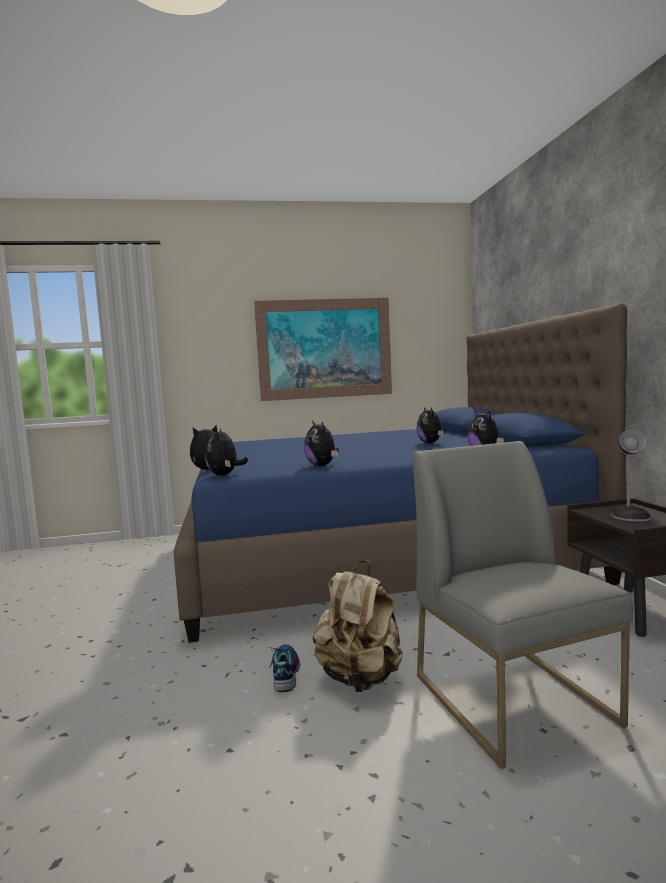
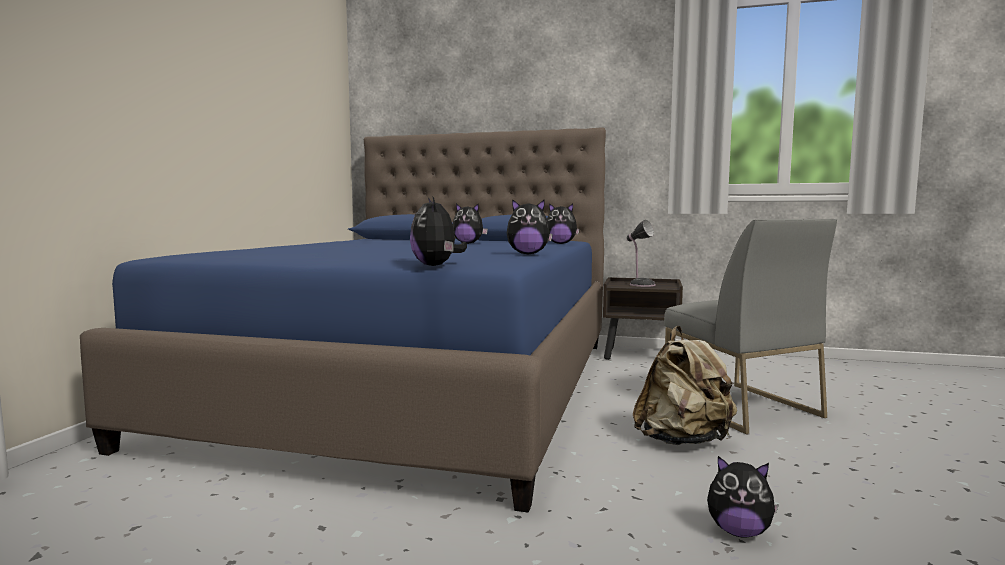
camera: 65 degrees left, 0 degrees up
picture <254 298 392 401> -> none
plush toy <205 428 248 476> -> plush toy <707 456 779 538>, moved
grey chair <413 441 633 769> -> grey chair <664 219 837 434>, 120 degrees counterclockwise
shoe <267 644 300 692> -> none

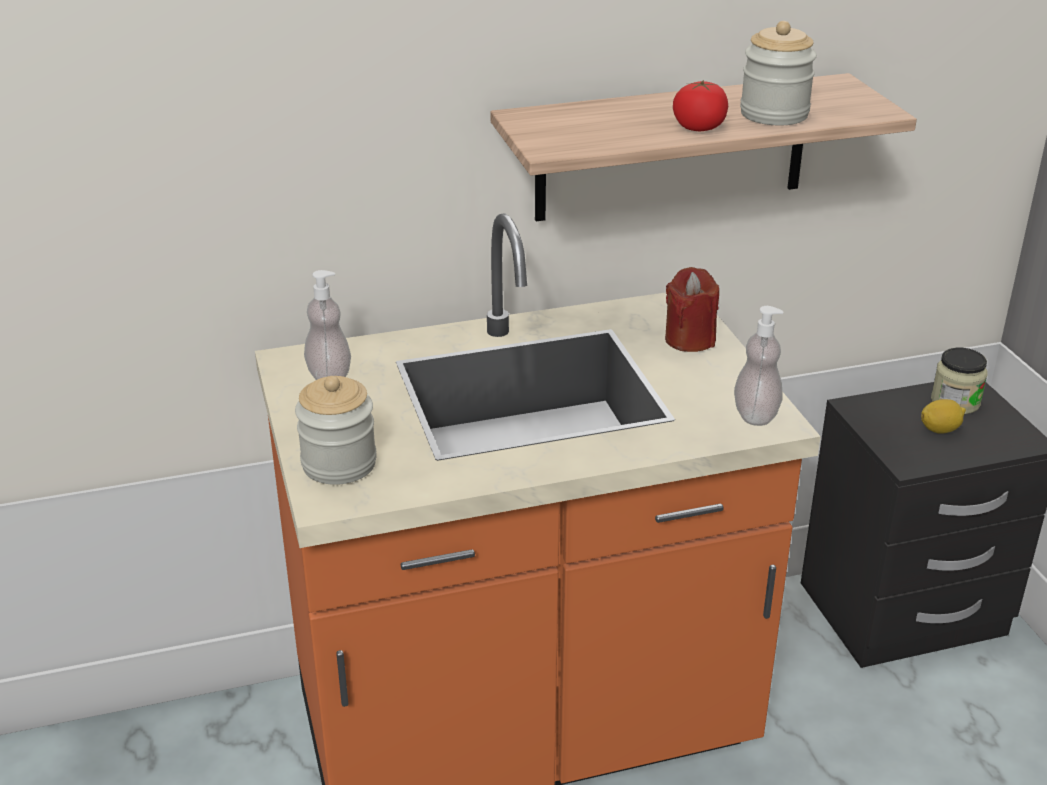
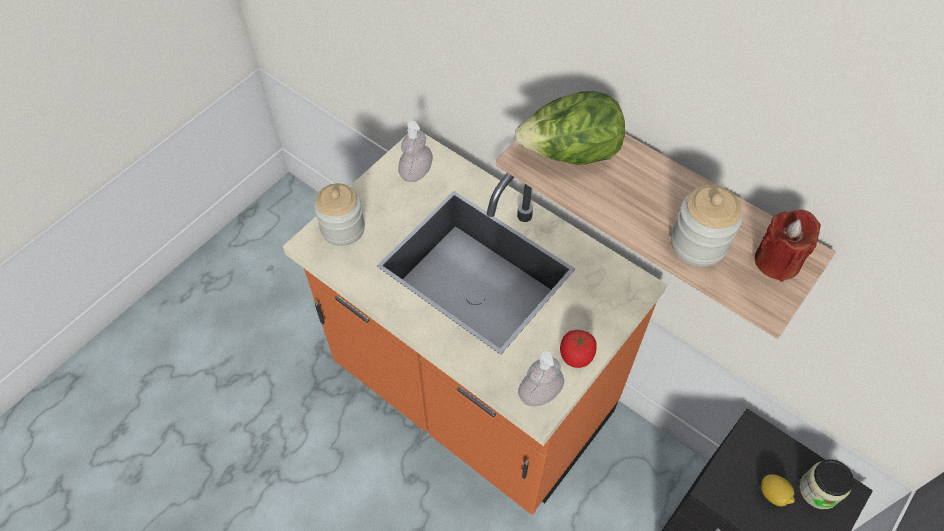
camera: 55 degrees right, 25 degrees up
tomato <673 80 728 131> -> tomato <560 330 597 368>, moved
red candle <665 267 719 352> -> red candle <755 210 821 282>, moved
none -> lettuce <514 91 625 165>

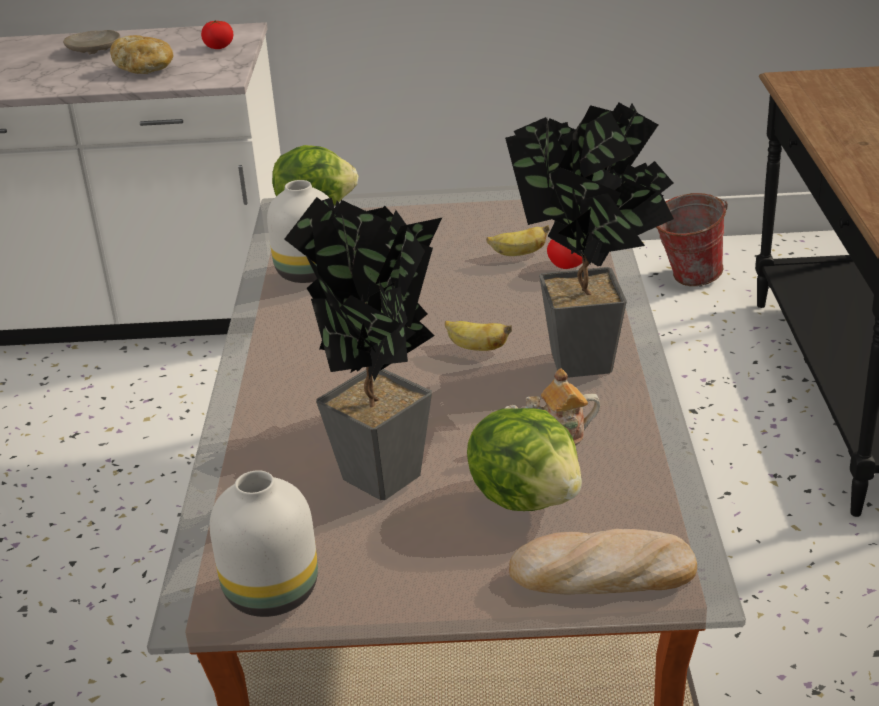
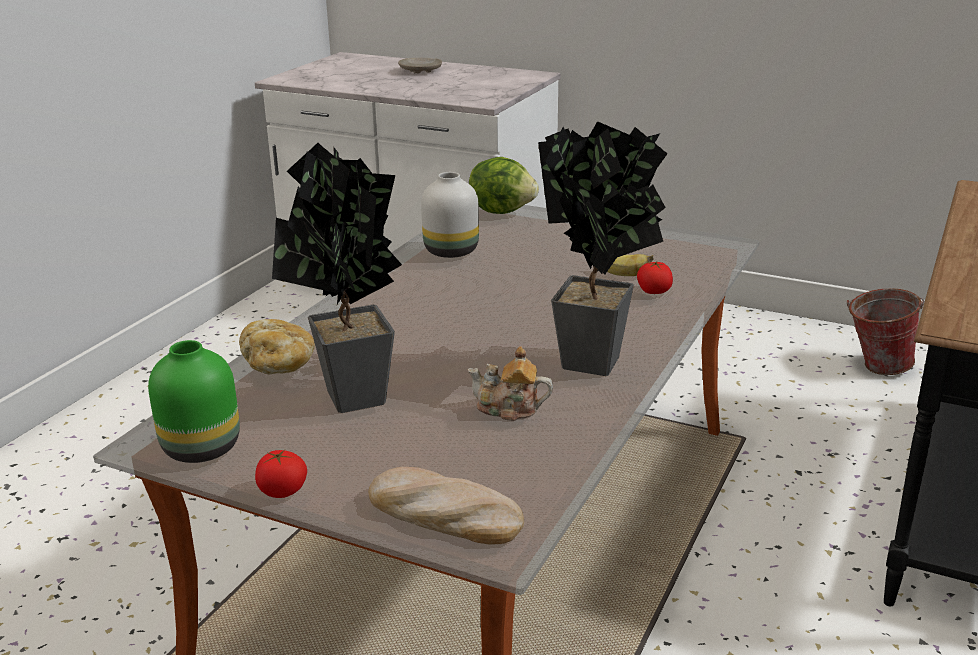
camera: 25 degrees right, 5 degrees down
tomato <201 20 233 49> -> tomato <255 450 307 498>, moved
bread <110 35 173 74> -> bread <239 319 315 374>, moved
banana <445 320 512 351> -> none
lettuce <467 408 582 511> -> none
white vase <210 470 318 617> -> green vase <148 340 240 463>

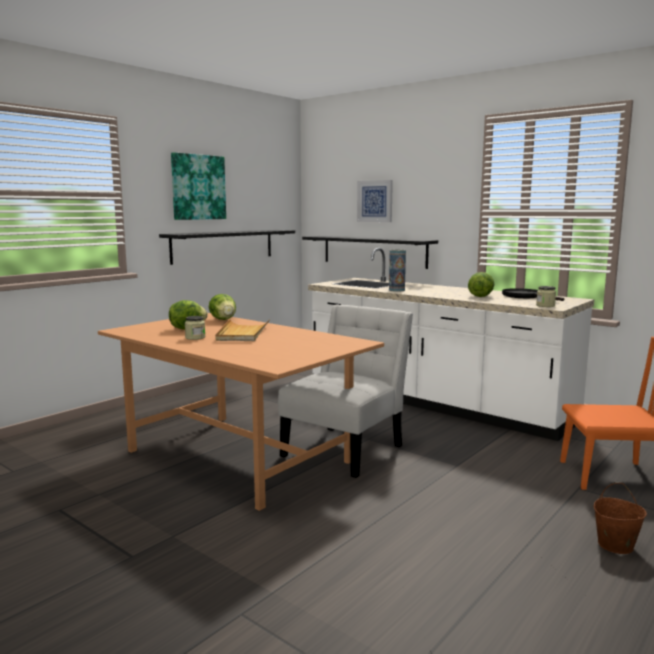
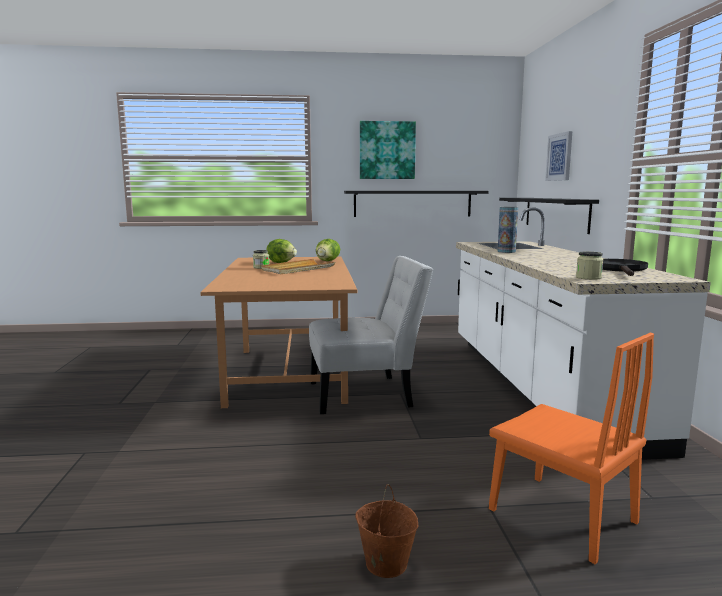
camera: 45 degrees right, 0 degrees up
lettuce <468 272 494 297> -> none

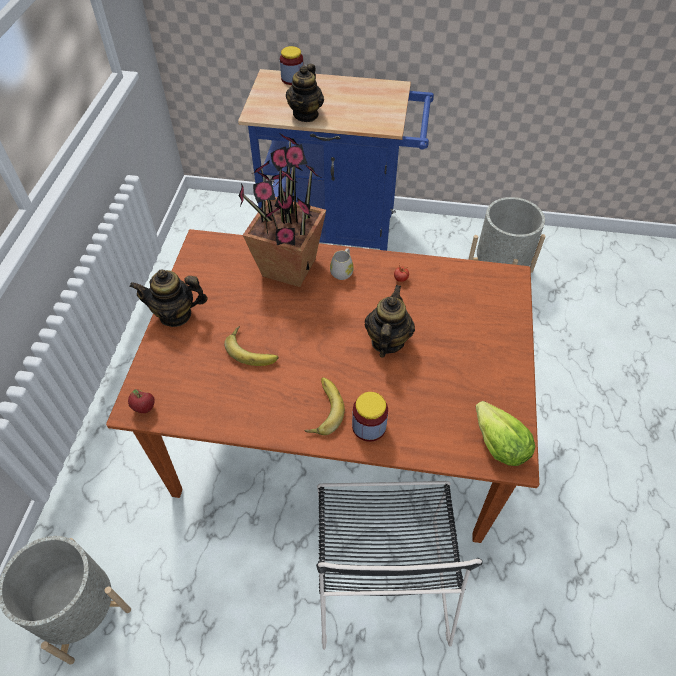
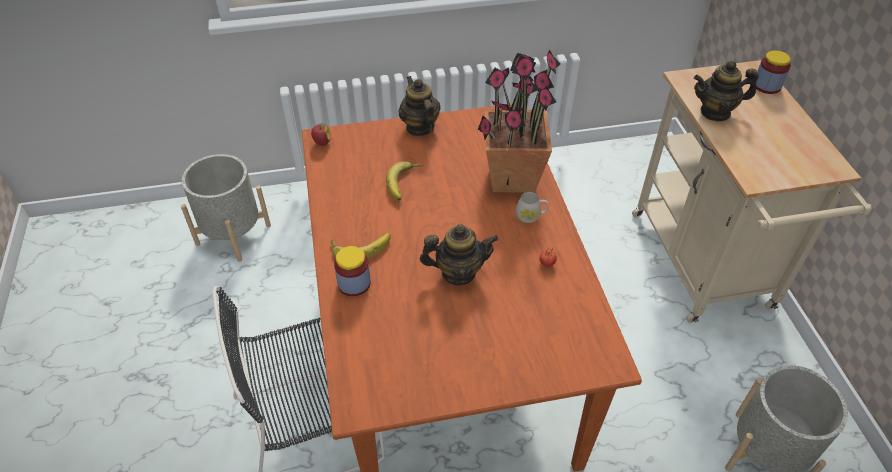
camera: 70 degrees right, 5 degrees down
blue cart <238 69 434 251> -> beige cart <632 60 872 323>
lettuce <476 401 536 466> -> none

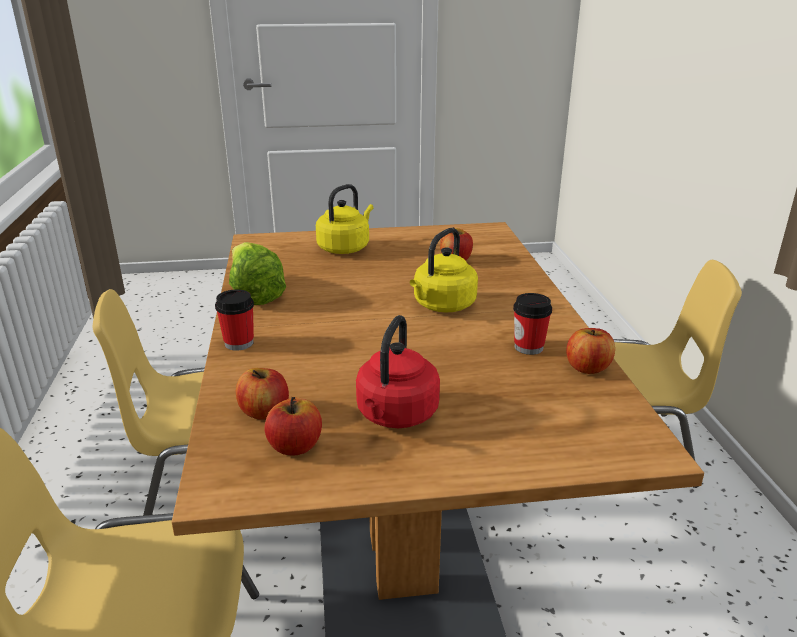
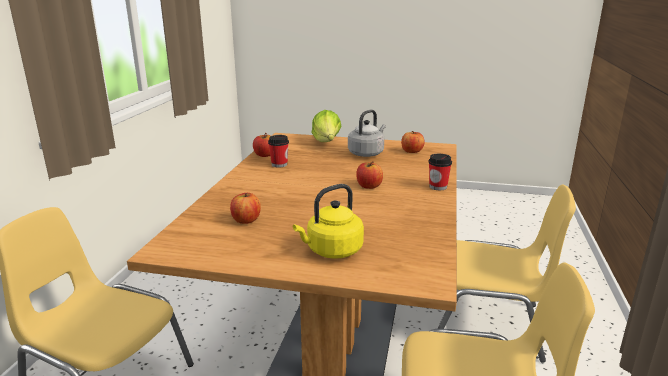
camera: 160 degrees left, 5 degrees down
yellow kettle <410 228 478 312> -> none
lettuce <229 242 286 305> -> lettuce <312 110 342 142>, moved
red kettle <356 315 440 428> -> grey kettle <348 109 386 157>
apple <236 368 289 420> -> apple <356 161 383 189>, moved

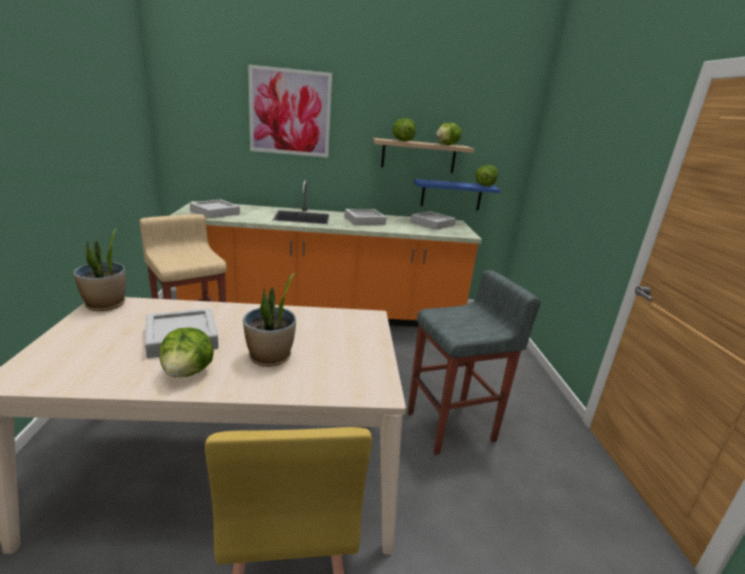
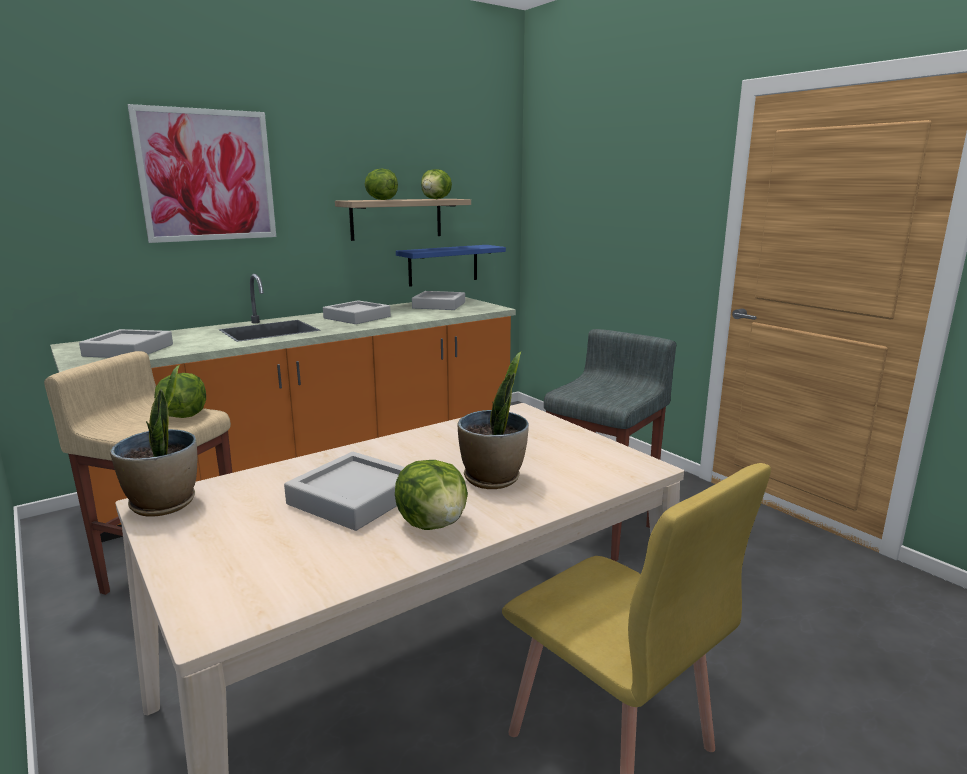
camera: 30 degrees left, 5 degrees down
lettuce <475 165 498 186> -> lettuce <154 373 206 418>, moved

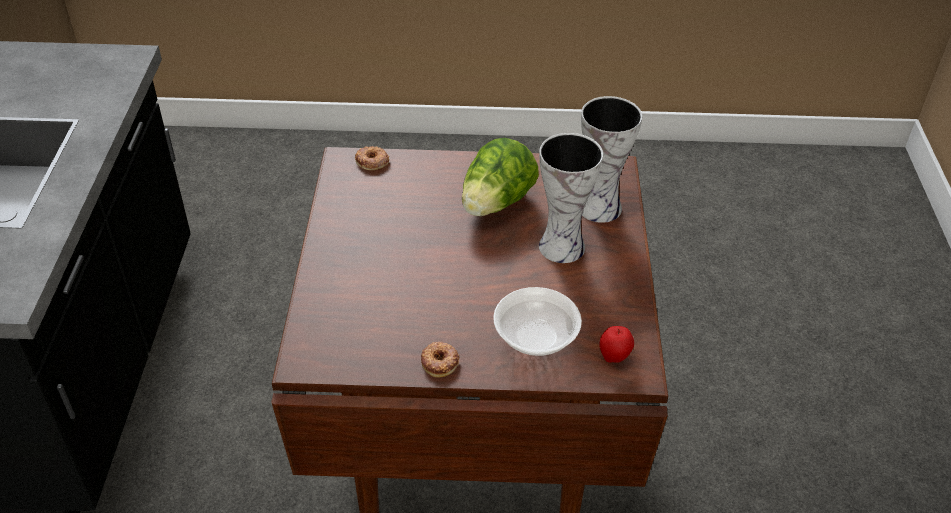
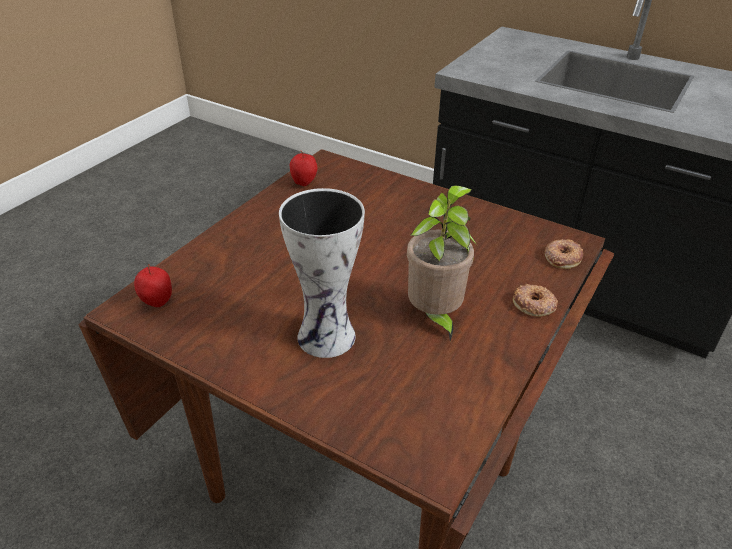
camera: 120 degrees right, 5 degrees down
vase <581 96 642 223> -> none
lettuce <462 138 539 216> -> potted plant <407 185 477 341>
bowl <493 287 582 356> -> none
donut <421 342 459 377> -> donut <513 283 558 317>, moved
none -> apple <290 150 317 186>

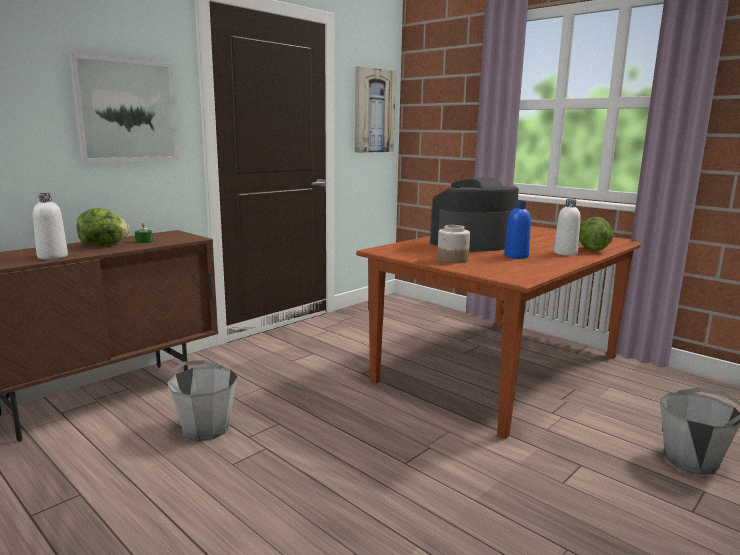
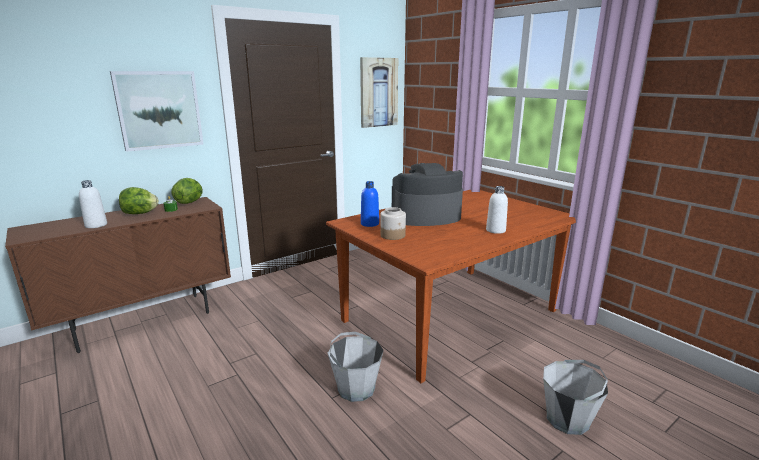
camera: 10 degrees right, 5 degrees up
blue bottle <504 201 531 259> -> blue bottle <361 181 379 227>, moved
lettuce <579 217 614 251> -> lettuce <171 178 203 204>, moved
grey bucket <167 360 237 441> -> grey bucket <328 332 384 402>, moved

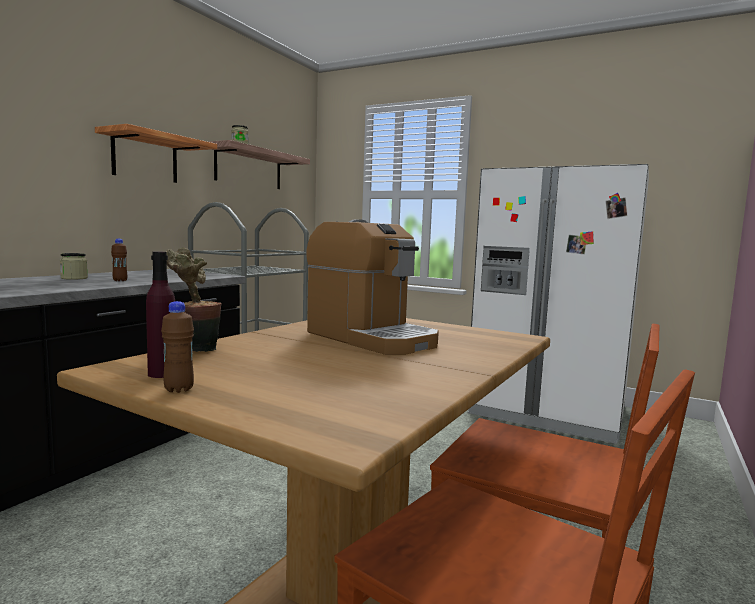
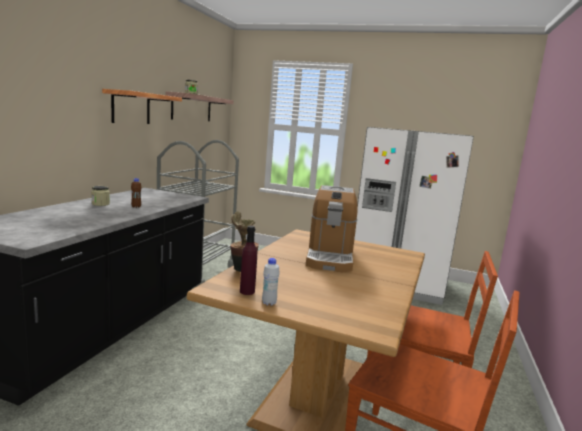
camera: 10 degrees left, 5 degrees up
coffee machine <306 219 439 355> -> coffee machine <306 185 357 272>, 60 degrees clockwise
brown bottle <161 301 194 393> -> white bottle <262 258 280 306>

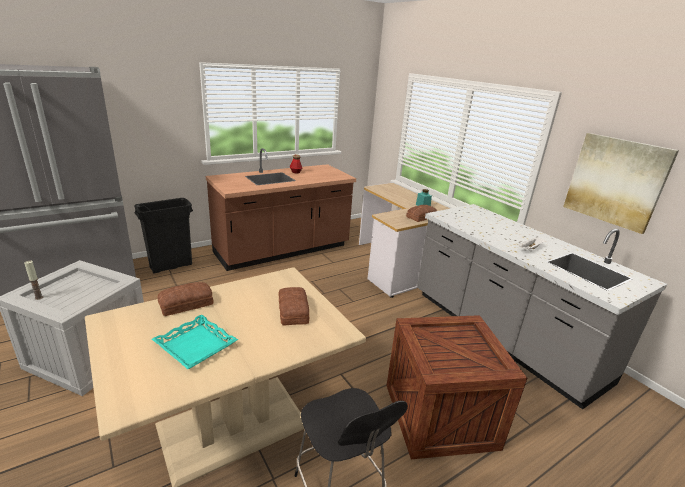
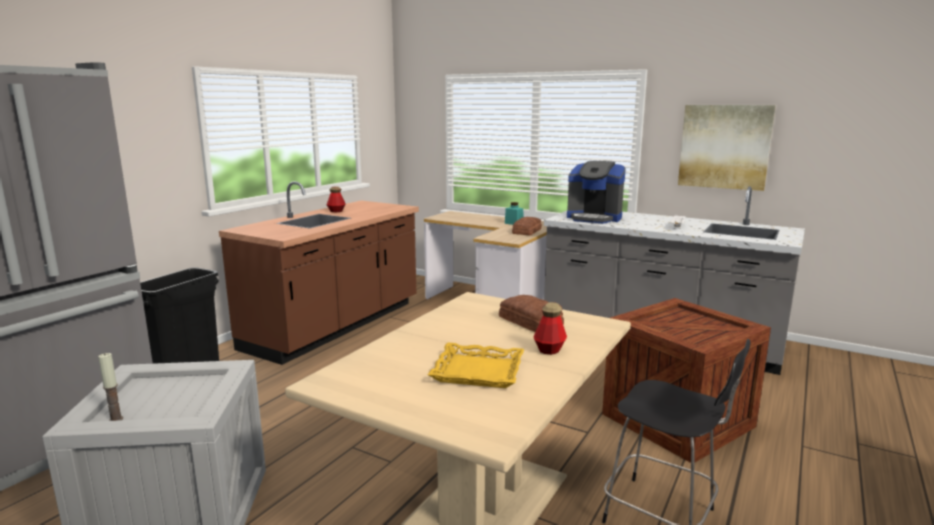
camera: 25 degrees left, 10 degrees down
bread <158 282 214 316> -> none
turquoise tray <152 315 238 369> -> yellow tray <428 342 524 388>
none -> coffee machine <567 161 626 223>
none -> bottle <533 302 567 355>

